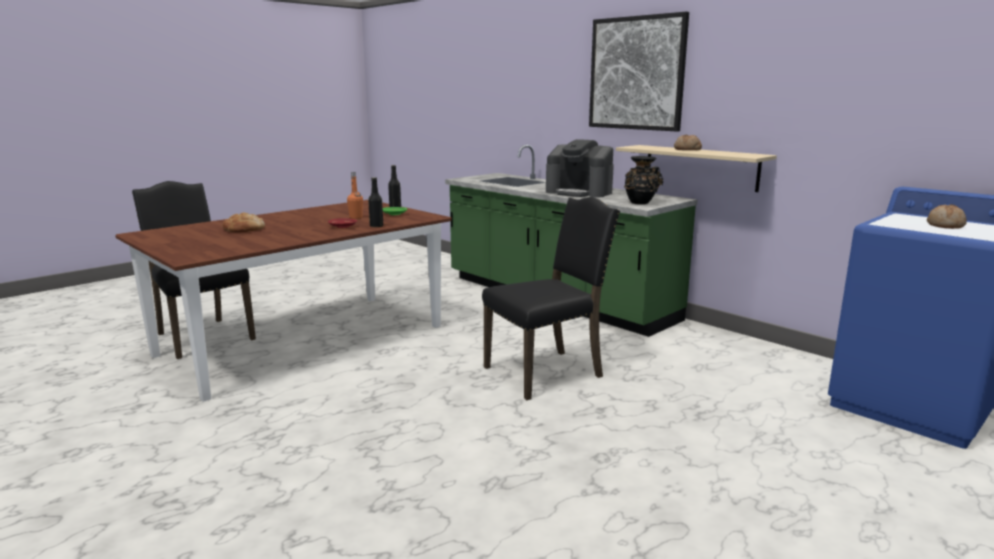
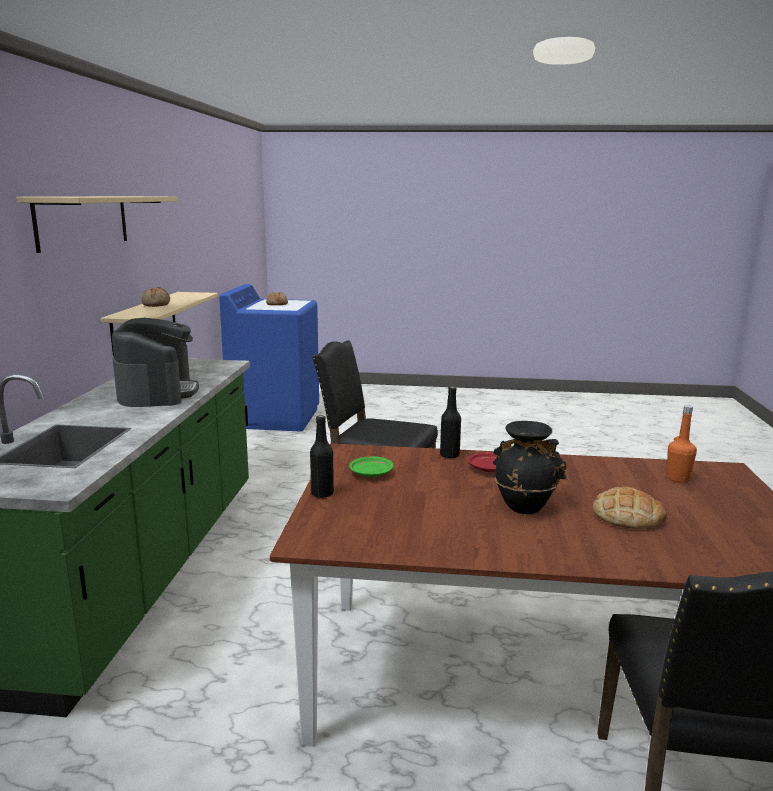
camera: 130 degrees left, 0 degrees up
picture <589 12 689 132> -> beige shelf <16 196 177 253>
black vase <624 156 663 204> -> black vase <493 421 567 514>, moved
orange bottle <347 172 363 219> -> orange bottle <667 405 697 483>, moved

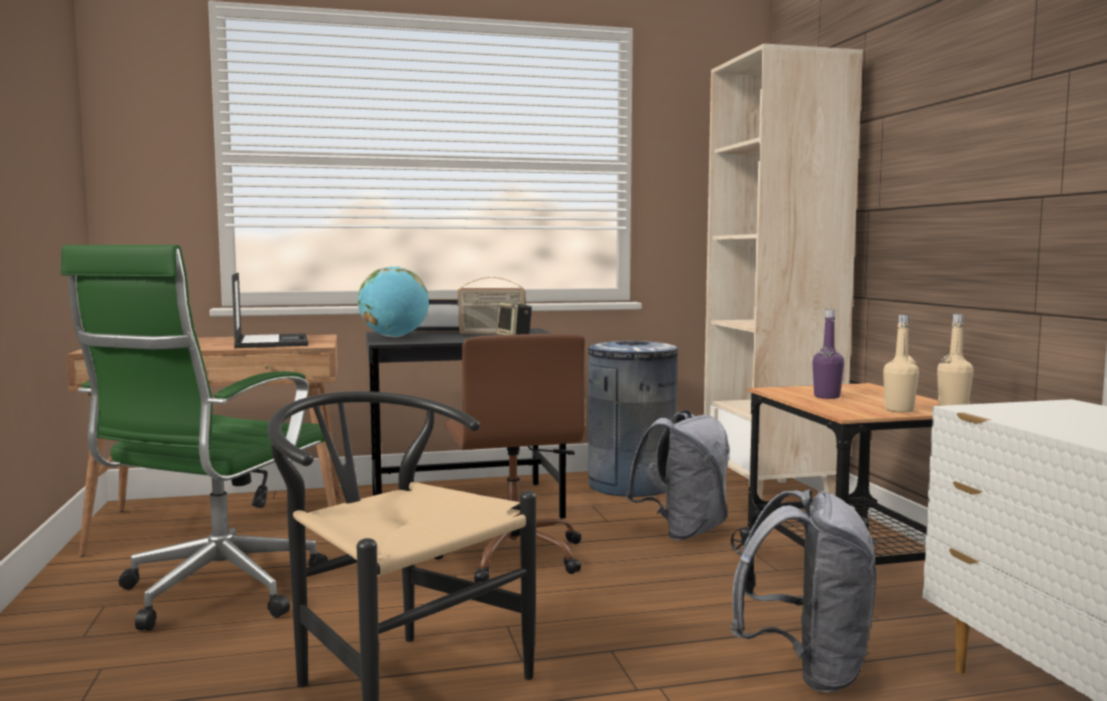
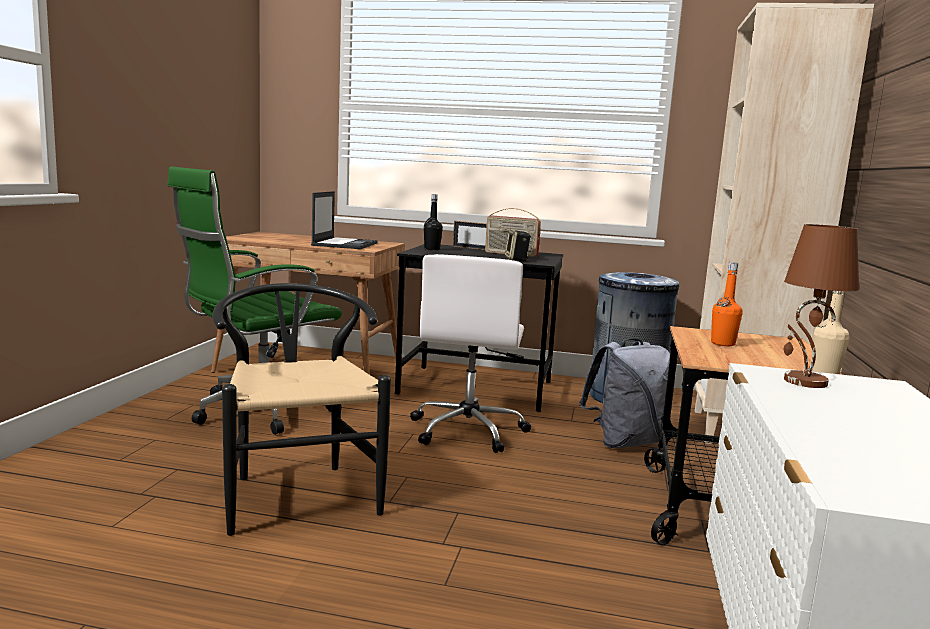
camera: 25 degrees right, 5 degrees up
globe <358 266 429 337> -> black bottle <424 194 443 250>
purple bottle <812 309 844 399> -> orange bottle <711 262 743 346>
beige bottle <883 315 919 412> -> none
brown office chair <434 334 585 583> -> white office chair <410 254 531 453>
grey backpack <730 489 876 692> -> none
none -> brown table lamp <784 224 859 388>

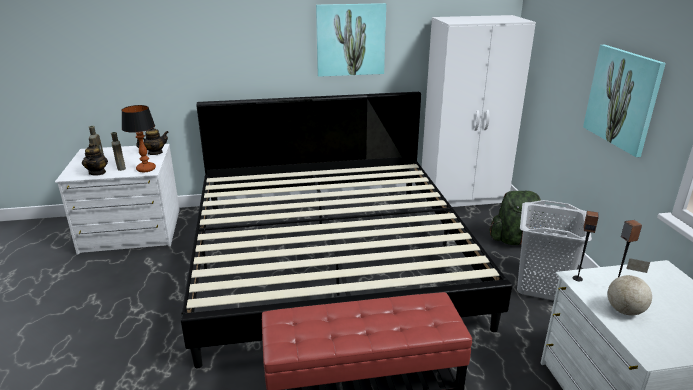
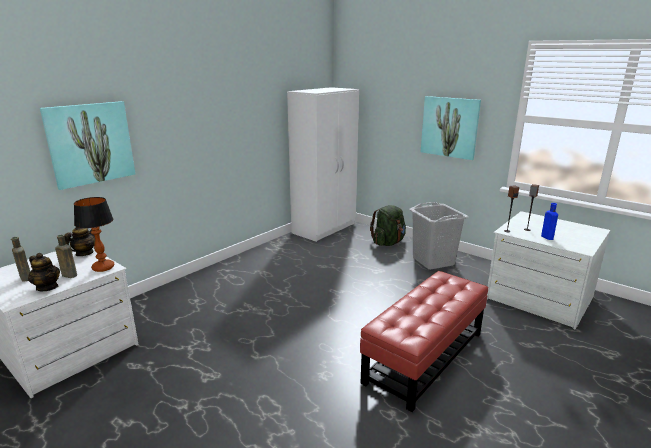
camera: 40 degrees left, 5 degrees down
picture <316 3 386 77> -> picture <40 101 135 190>, moved
bed <181 92 512 368> -> none
globe <608 258 652 316> -> blue bottle <541 203 558 240>

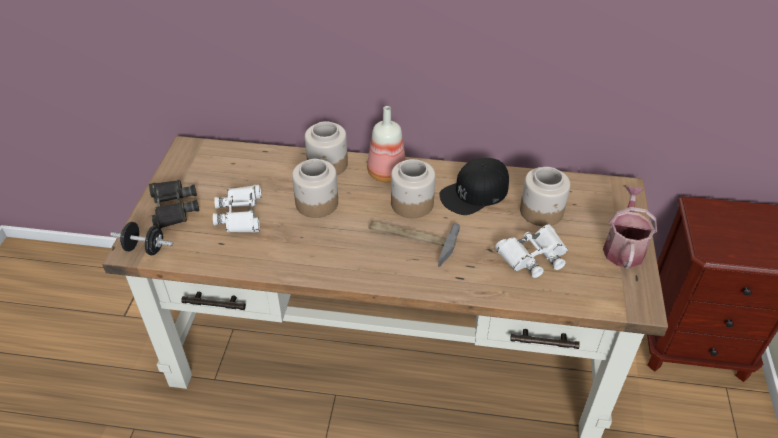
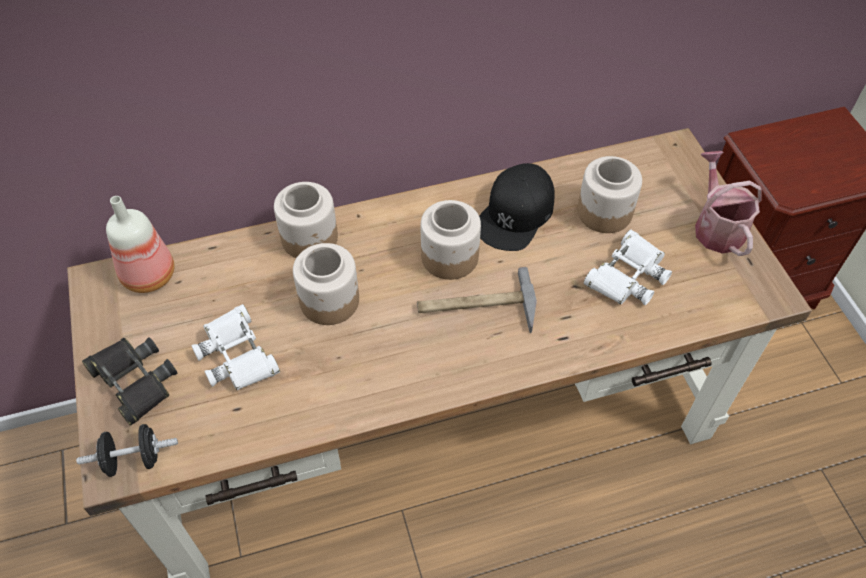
camera: 25 degrees left, 10 degrees up
bottle <367 106 406 182> -> bottle <106 196 174 293>, moved

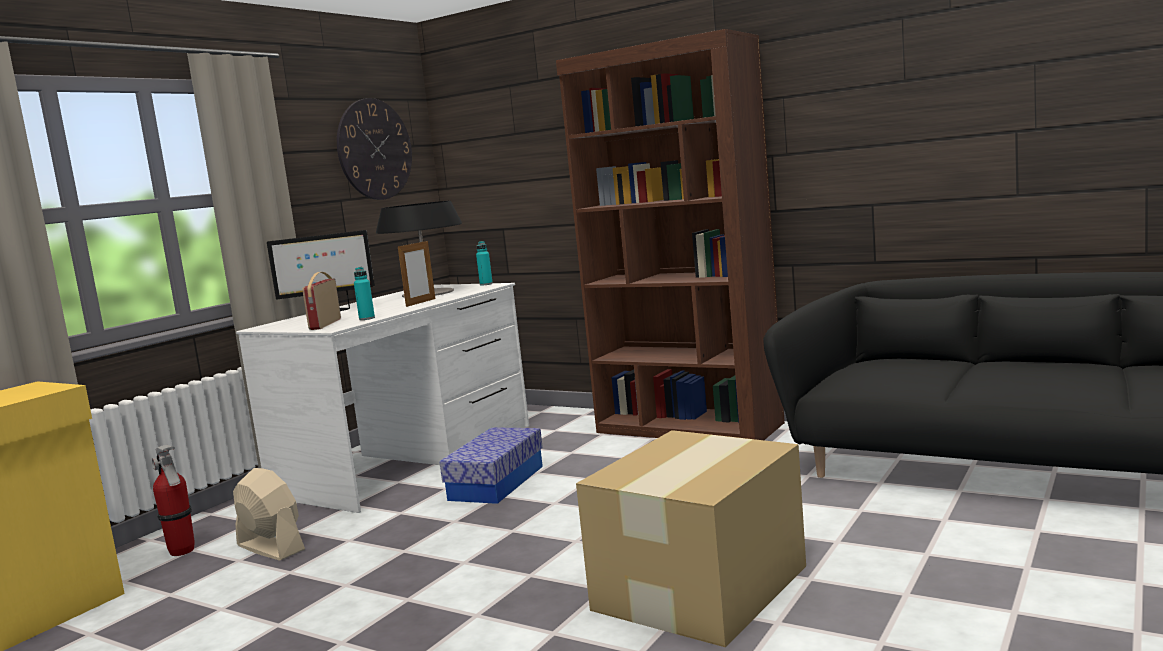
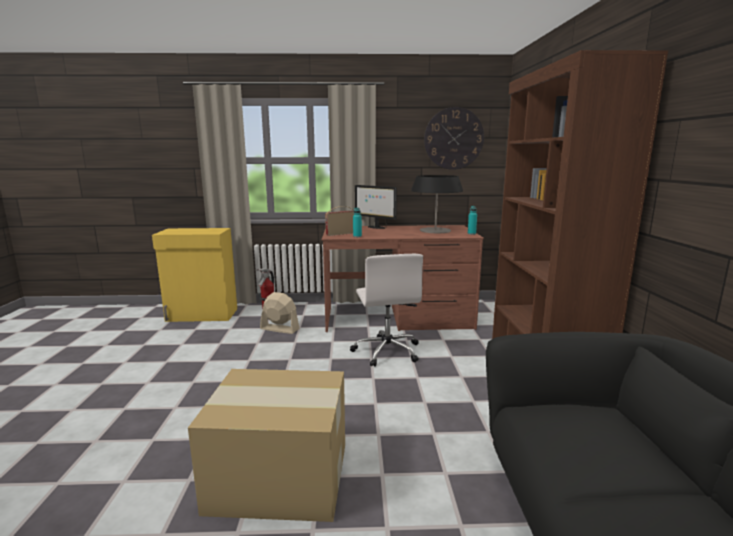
camera: 55 degrees right, 5 degrees up
picture frame <398 240 435 307> -> none
white desk <236 283 529 513> -> brown desk <321 225 484 332>
storage box <440 427 543 504> -> white office chair <350 254 423 367>
beige fan <233 468 305 561> -> beige fan <260 292 300 334>, 75 degrees counterclockwise

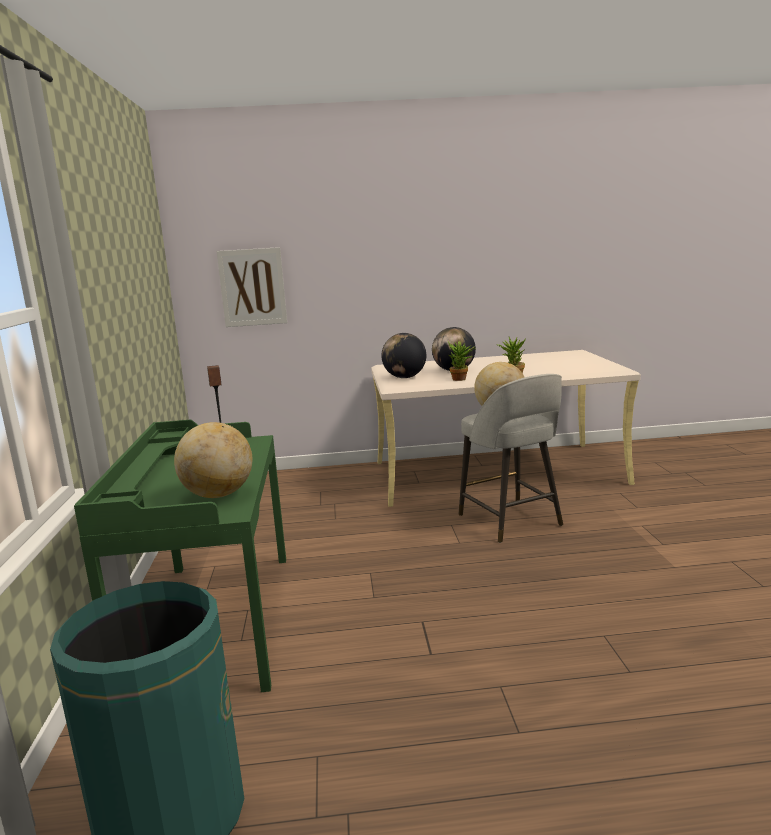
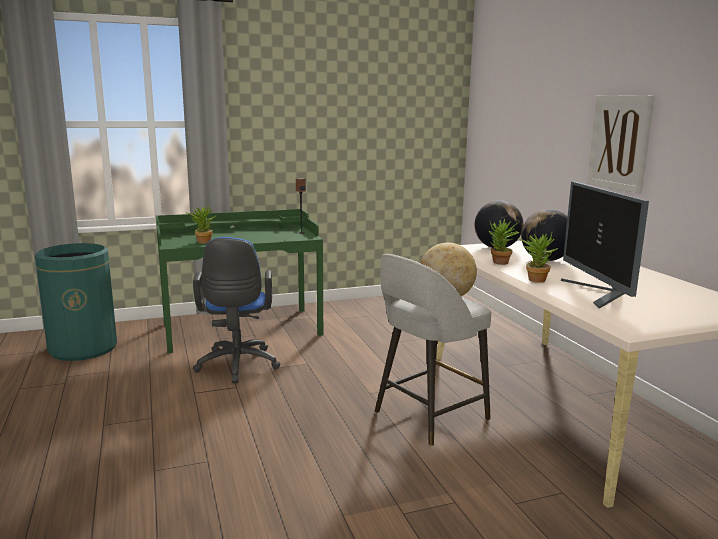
camera: 75 degrees right, 0 degrees up
picture <217 247 287 327> -> picture <587 95 655 194>, moved
globe <174 422 252 498> -> potted plant <186 206 216 243>
none -> monitor <561 182 649 309>
none -> blue office chair <193 237 281 383>

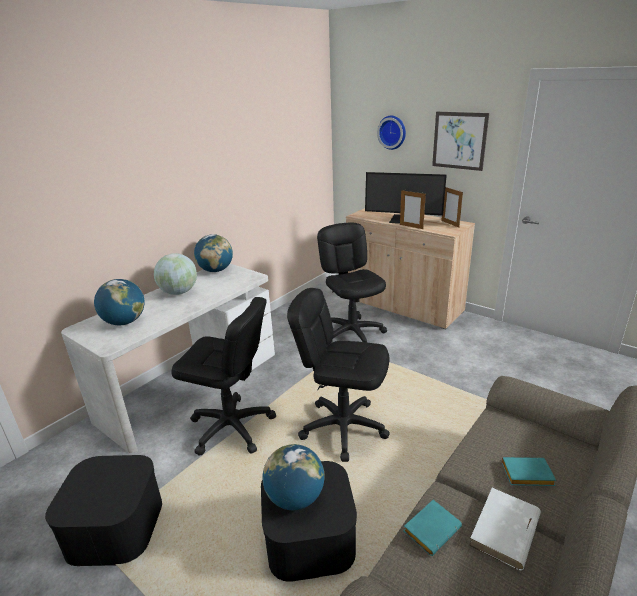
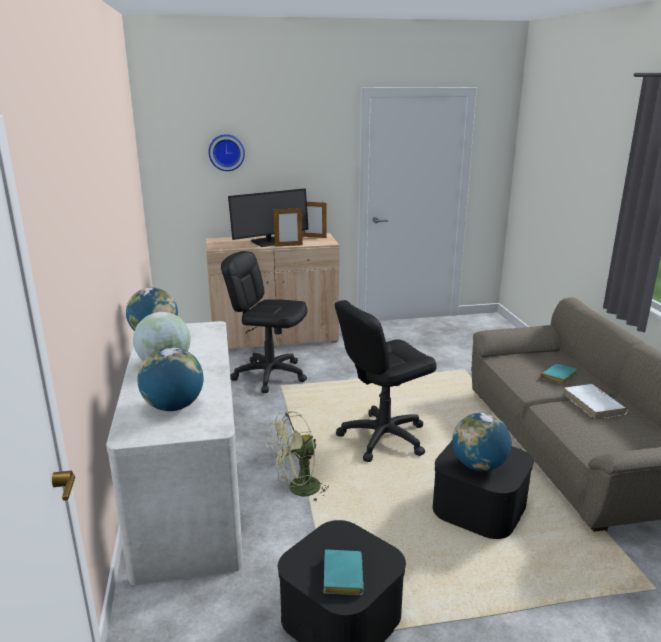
camera: 50 degrees left, 5 degrees down
picture <432 112 489 171> -> none
black office chair <171 297 276 455> -> green fan <266 411 329 501>
turquoise book <404 500 462 556> -> turquoise book <324 549 364 595>, moved

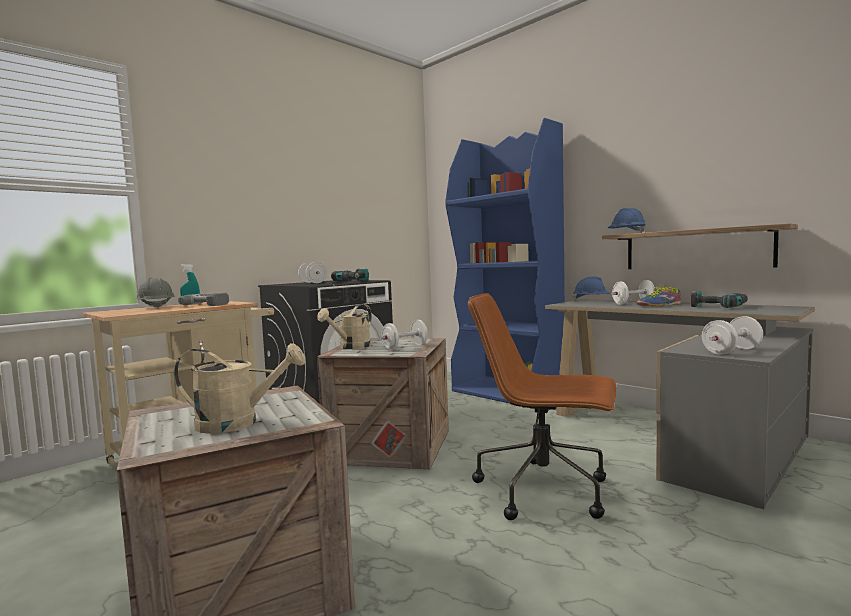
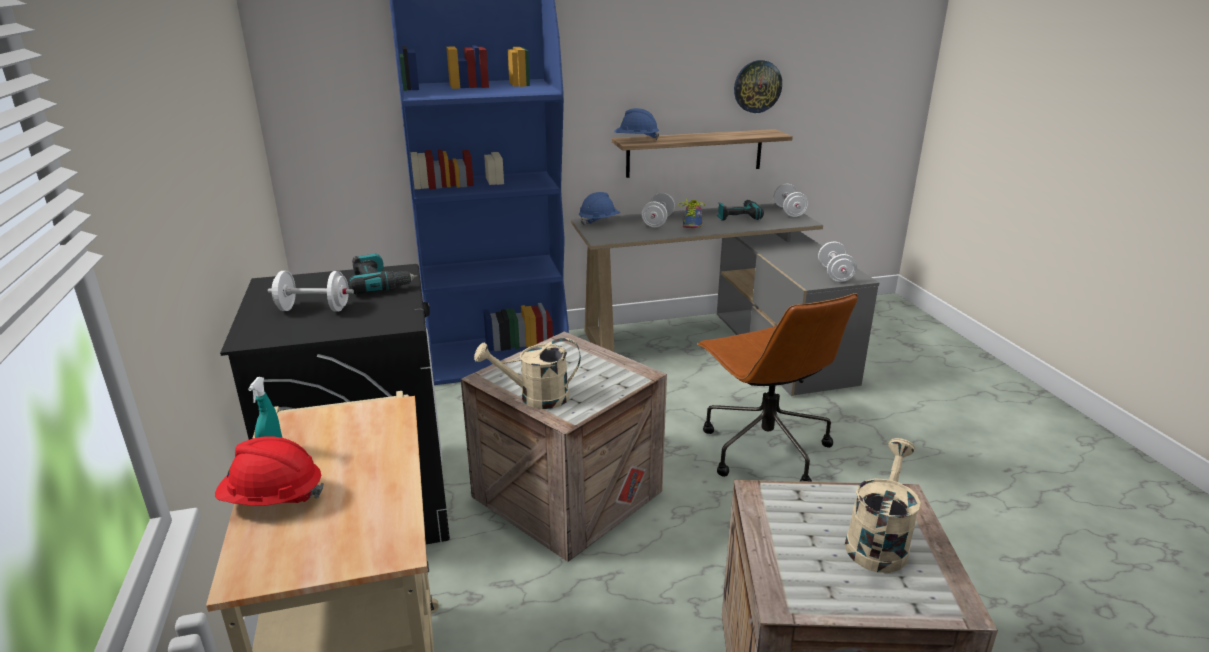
camera: 60 degrees left, 20 degrees up
grey hard hat <136 277 175 308> -> red hard hat <215 436 324 506>
power drill <178 293 229 306> -> none
brown office chair <468 293 617 520> -> brown office chair <697 293 858 482>, 75 degrees counterclockwise
beige watering can <317 304 372 349> -> beige watering can <474 338 581 409>, 105 degrees clockwise
white dumbbell <380 320 428 350> -> white dumbbell <773 184 808 217>, moved
none -> wall clock <734 60 782 113>

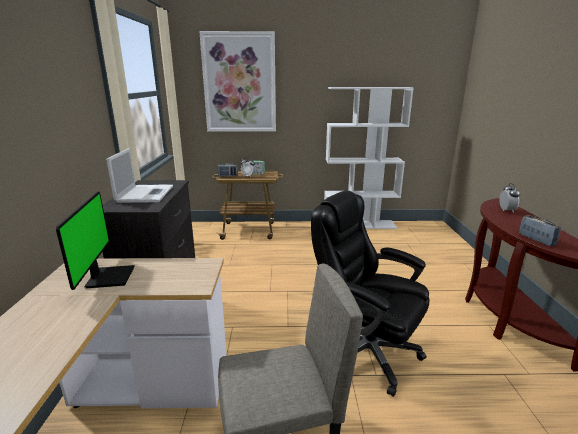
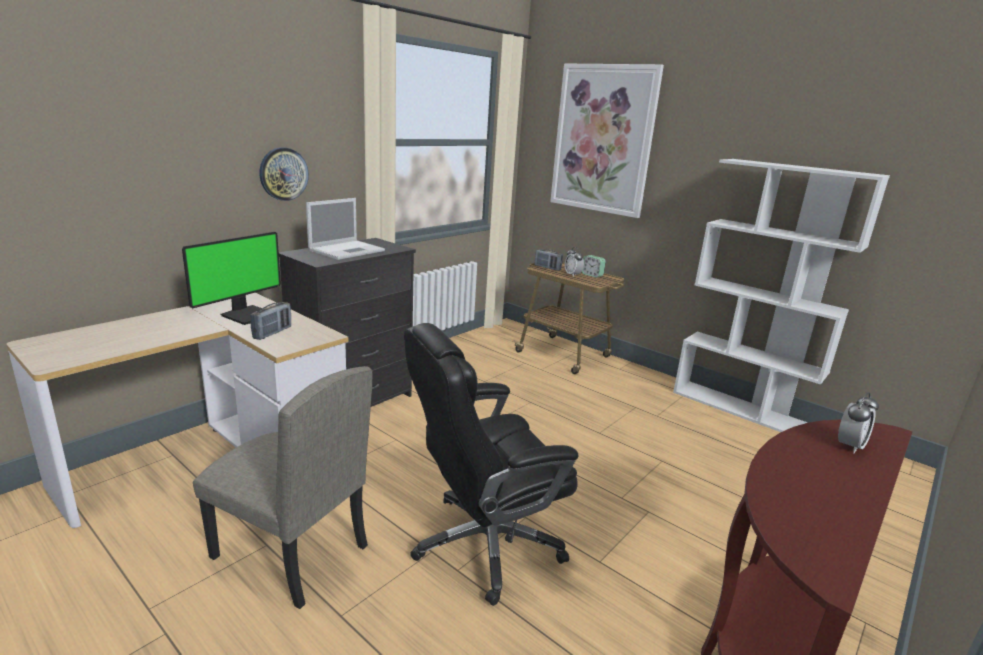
camera: 40 degrees right, 0 degrees up
black office chair <311 190 430 397> -> black office chair <404 323 578 606>, 105 degrees counterclockwise
radio <519 215 561 247> -> radio <251 302 291 340>, moved
none -> wall clock <259 147 309 201>

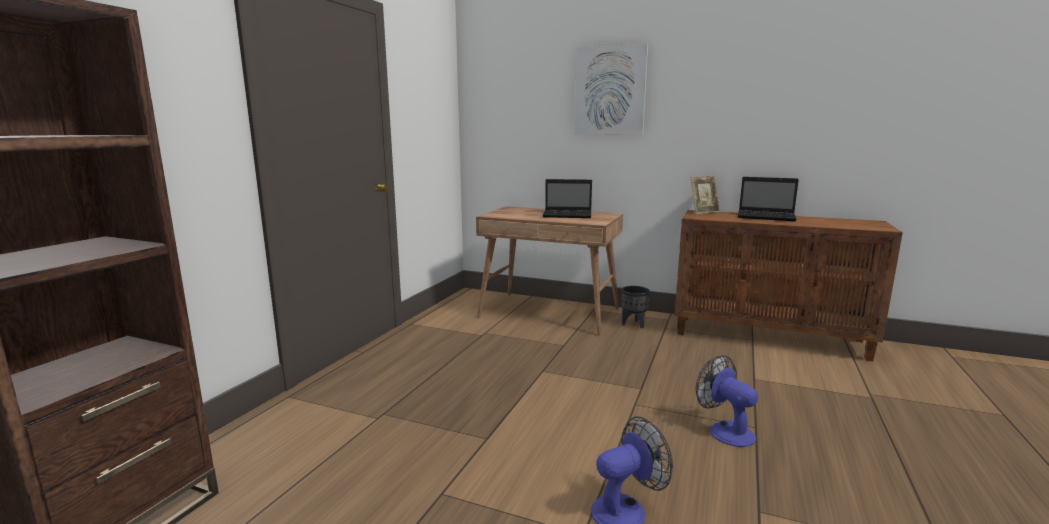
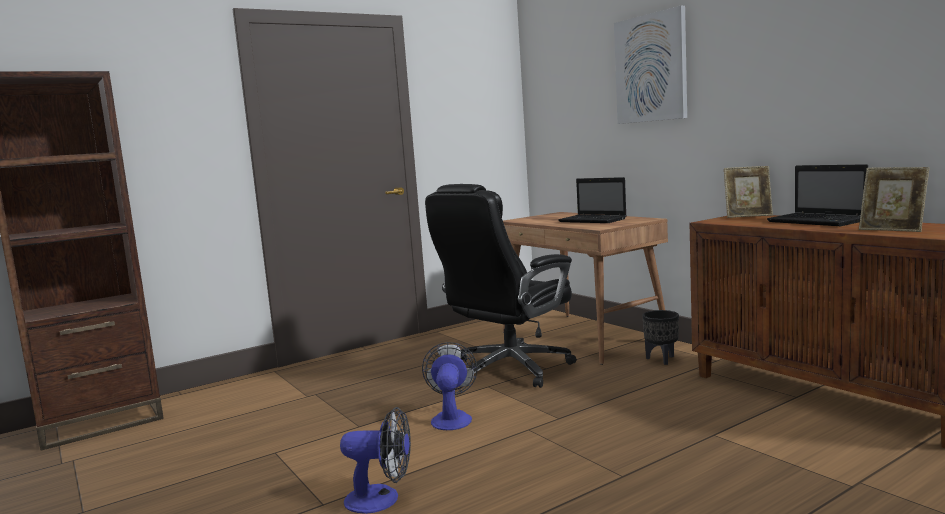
camera: 35 degrees right, 5 degrees down
fan <696 355 758 447> -> fan <422 342 477 430>, moved
none -> picture frame <859 167 930 232>
none -> black office chair <425 184 577 388>

